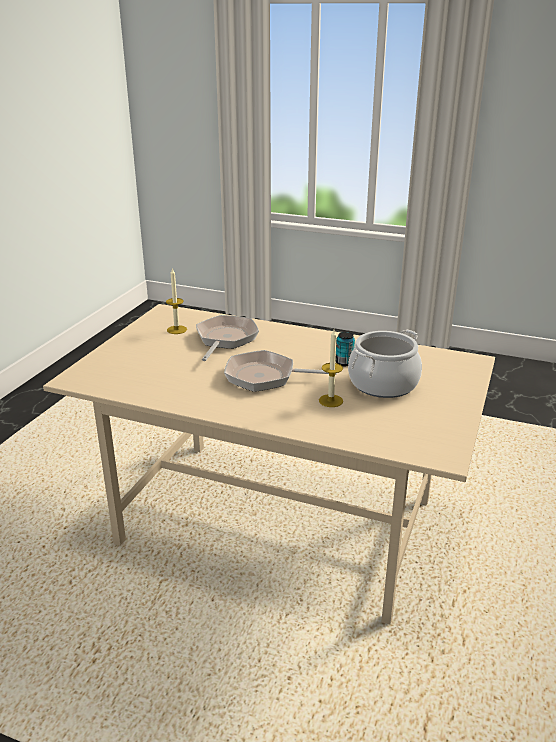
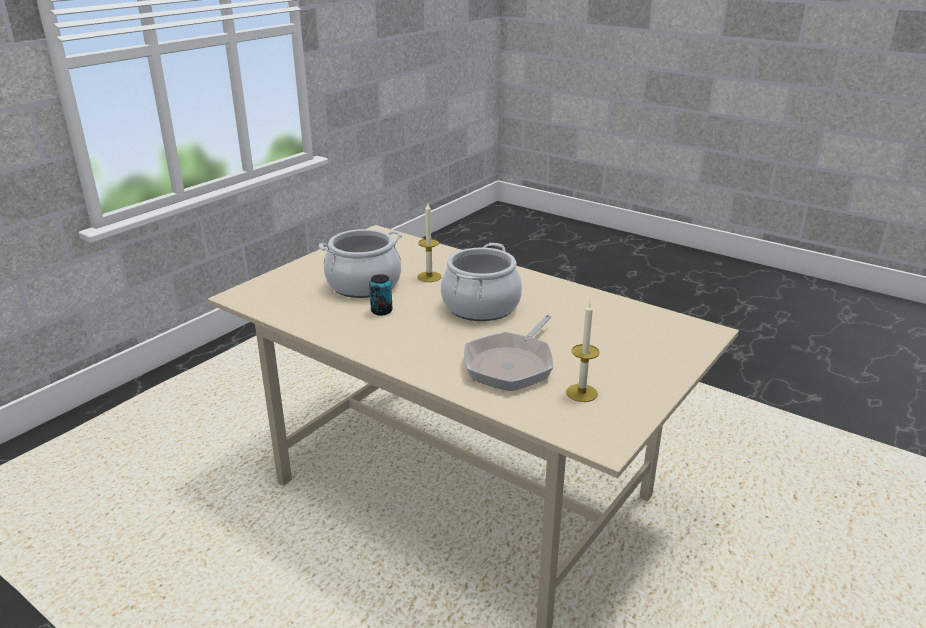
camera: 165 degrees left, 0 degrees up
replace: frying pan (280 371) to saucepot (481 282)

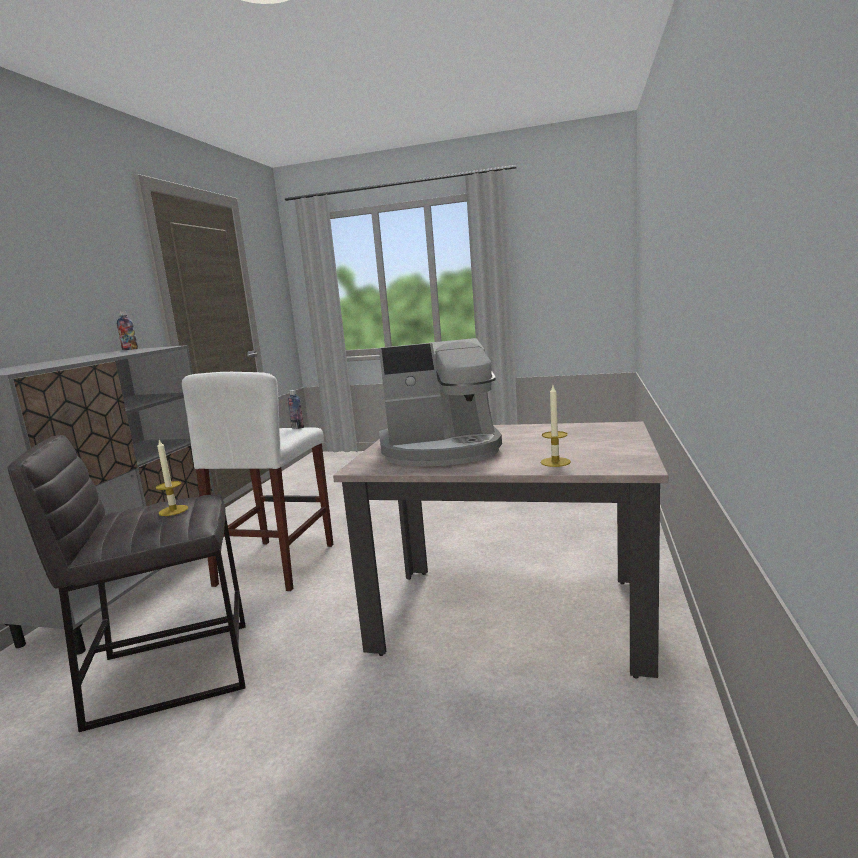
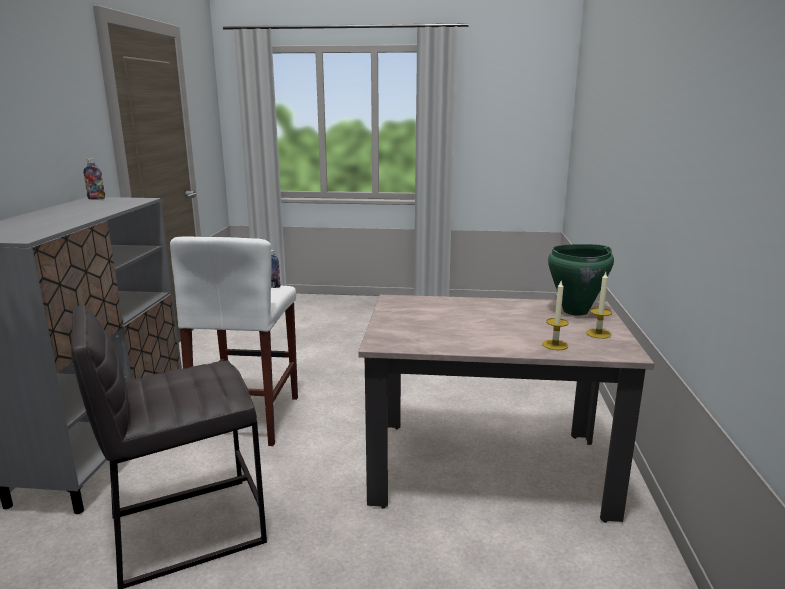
camera: 10 degrees left, 5 degrees up
delete: coffee maker (440 402)
insert: greenish saucepot (581 280)
move: wax light (172 477) to (599 305)

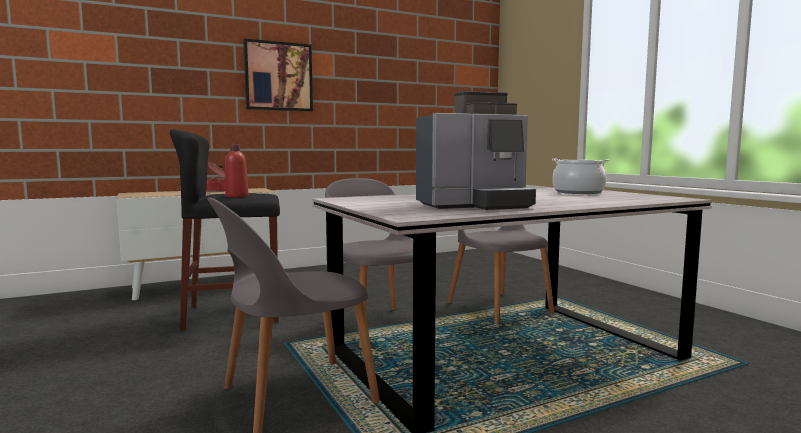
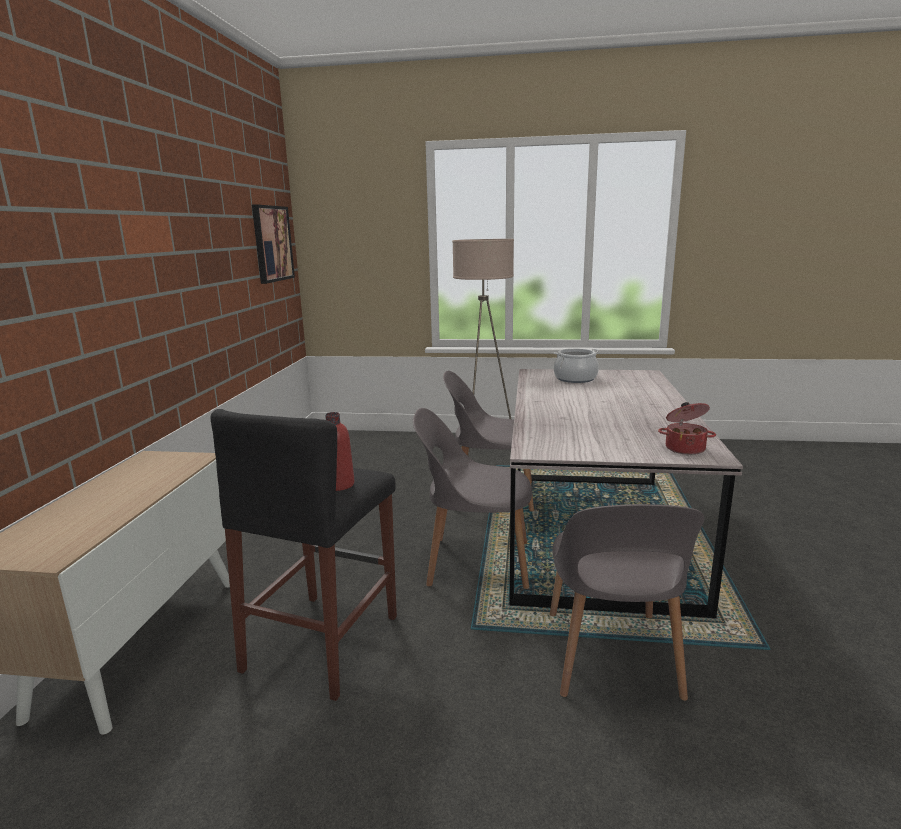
camera: 55 degrees left, 10 degrees up
delete: coffee maker (476 150)
insert: beige-coloured standard lamp (483 348)
move: picture (278 75) to (273 244); saucepot (215 177) to (687 428)

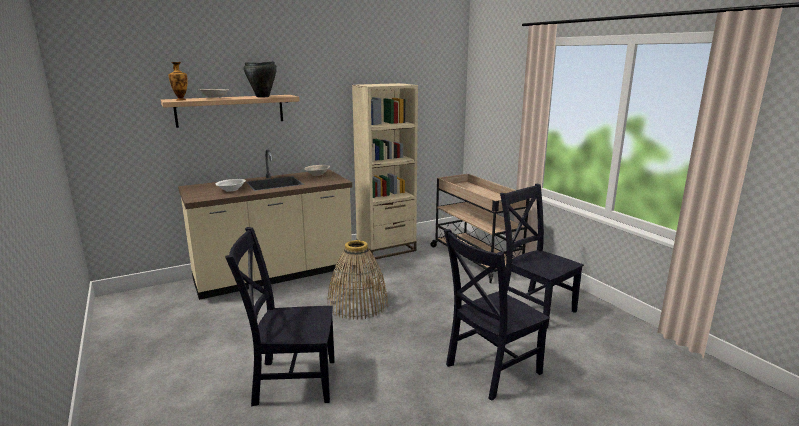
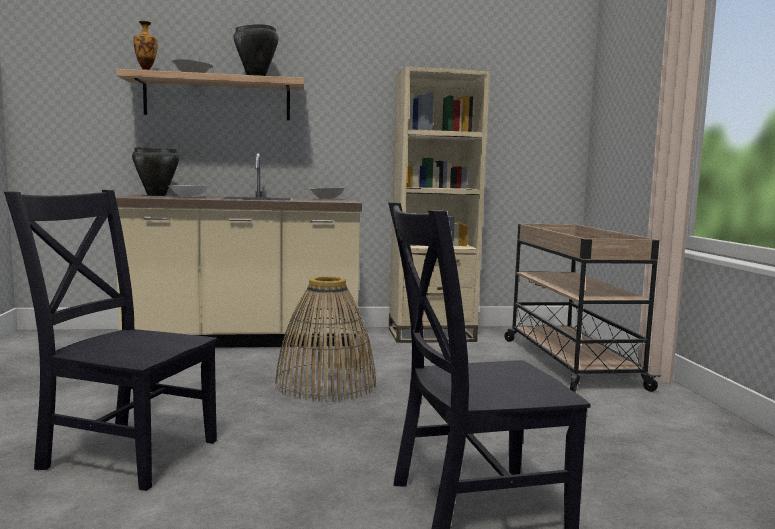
camera: 20 degrees right, 10 degrees down
delete: blackish upright chair (542 255)
insert: blackish saucepot (155 171)

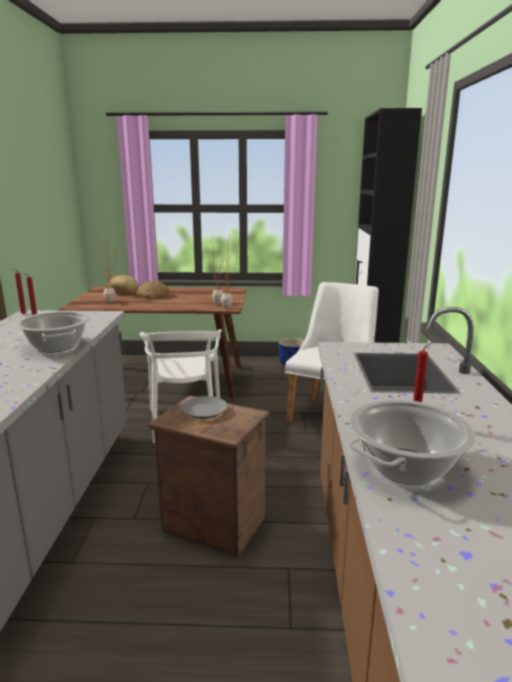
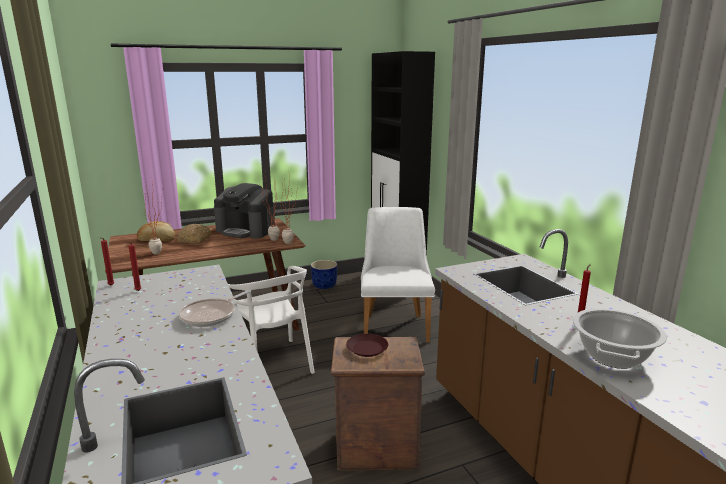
camera: 25 degrees left, 0 degrees up
insert: coffee maker (244 211)
replace: saucepot (52 332) to frying pan (215 308)
recolor: greyish plate (204 407) to brown plate (367 345)

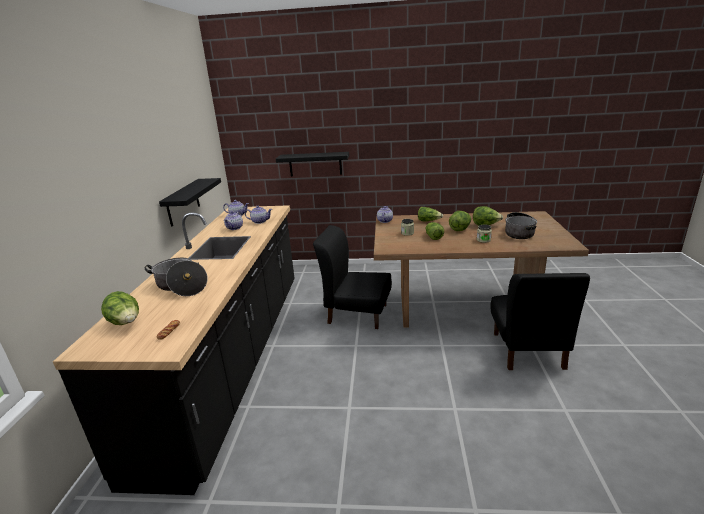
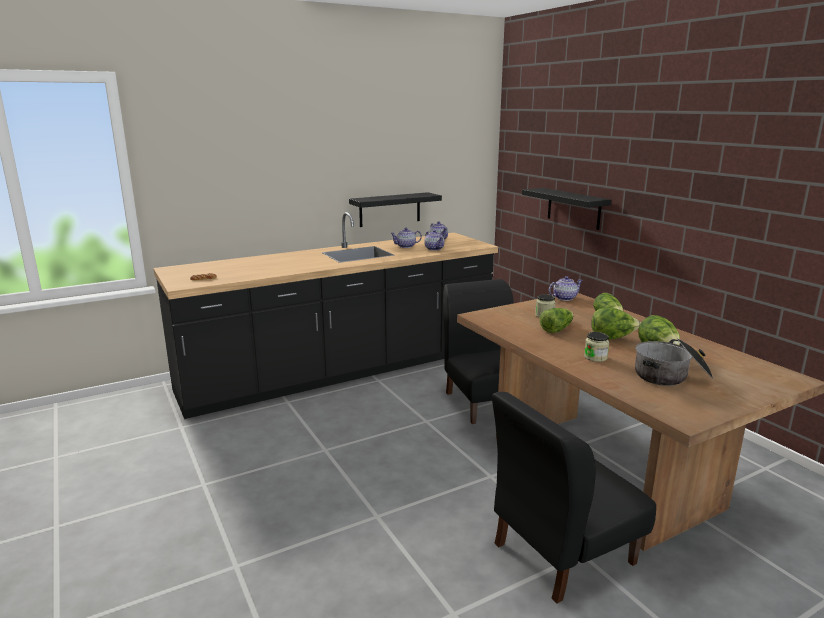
camera: 55 degrees right, 5 degrees down
delete: lettuce (120 308); saucepot (176 277)

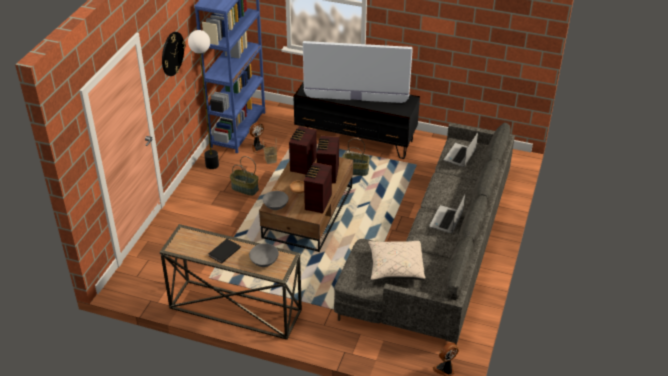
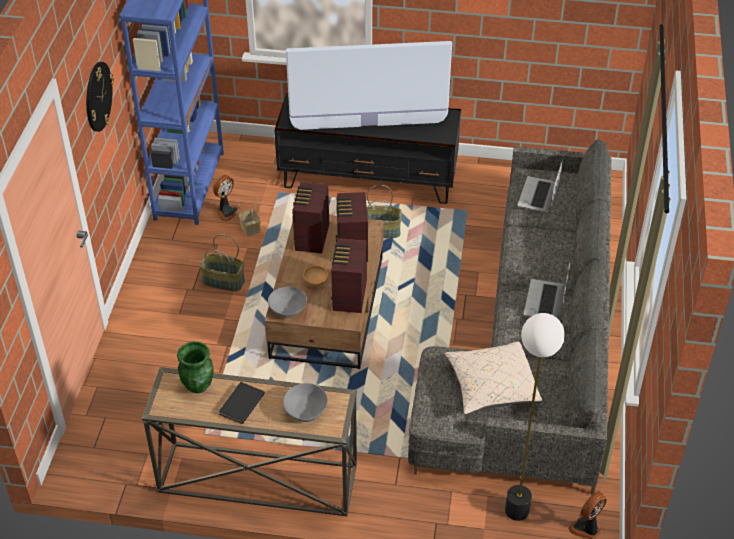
camera: 10 degrees left, 5 degrees up
insert: greenish decorative vase (195 367)
move: standard lamp (203 99) to (535 417)

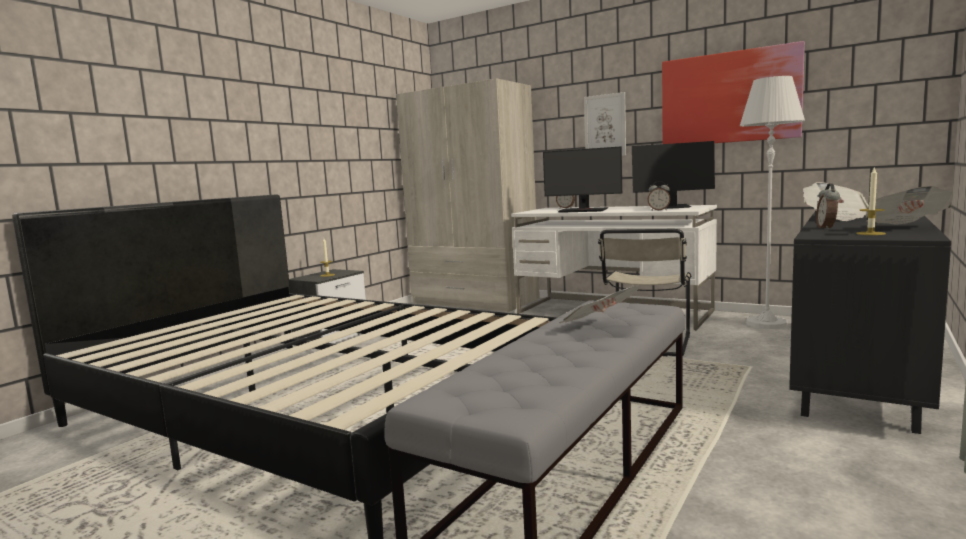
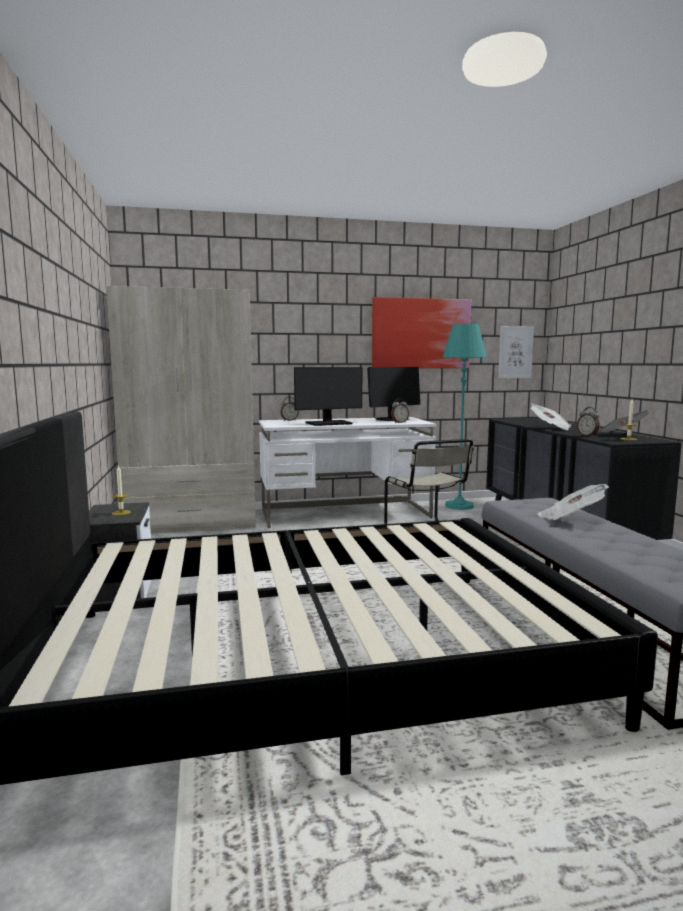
camera: 45 degrees left, 0 degrees up
move: picture (605 124) to (516 352)
recolor: white-coloured standard lamp (772 202) to turquoise standard lamp (464 417)

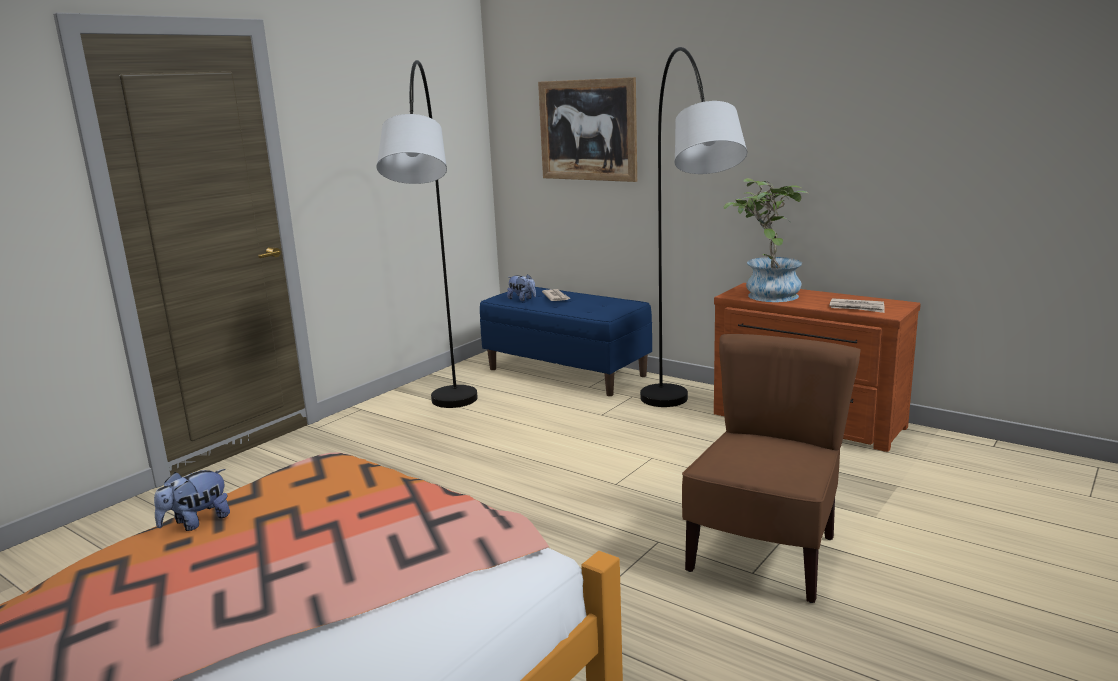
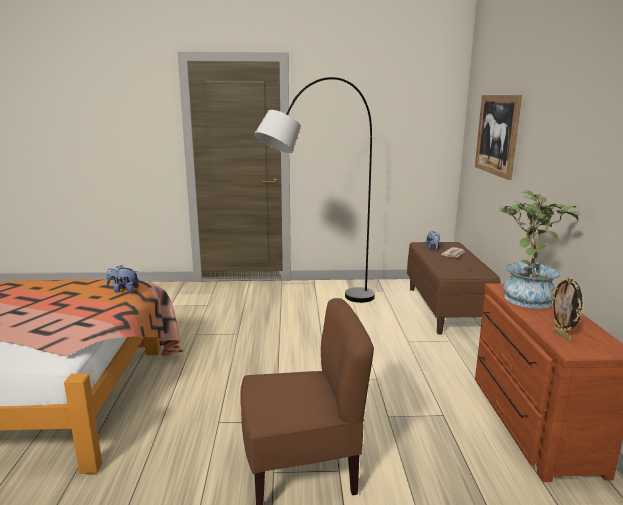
camera: 50 degrees right, 0 degrees up
delete: greyish standard lamp (693 227)
move: soft toy (192 500) to (122 279)
replace: newspaper (856 305) to picture frame (567 308)
recolor: bluish bench (566 341) to brown bench (454 288)

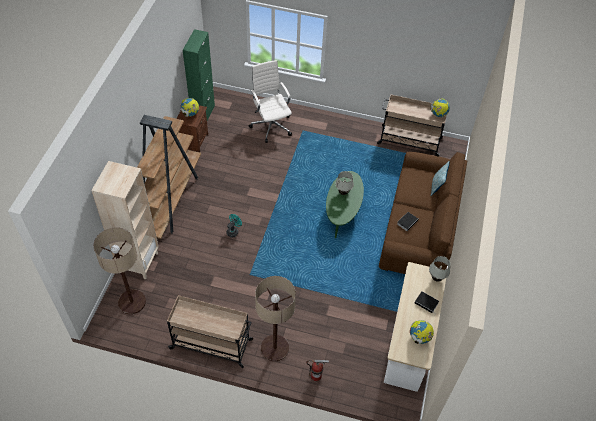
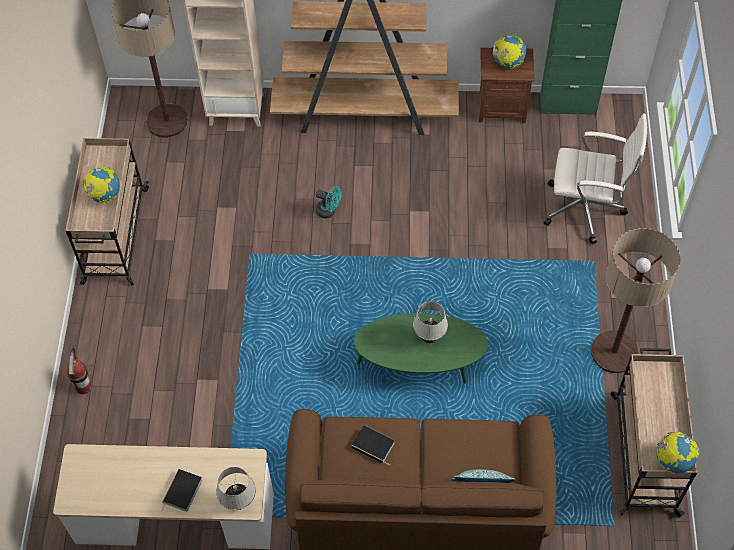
camera: 80 degrees right, 5 degrees up
move: world globe (421 332) to (101 185); standard lamp (275 318) to (635 300)
rotate: white-coloured desk chair (270 101) = (595 179) 45 degrees clockwise

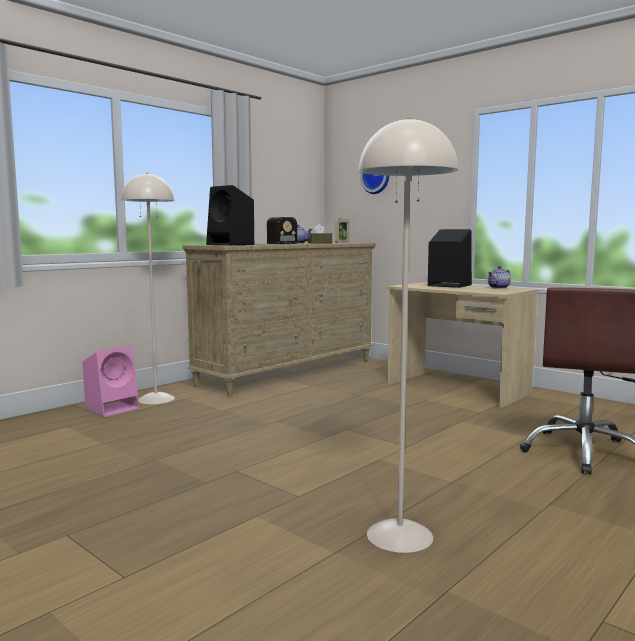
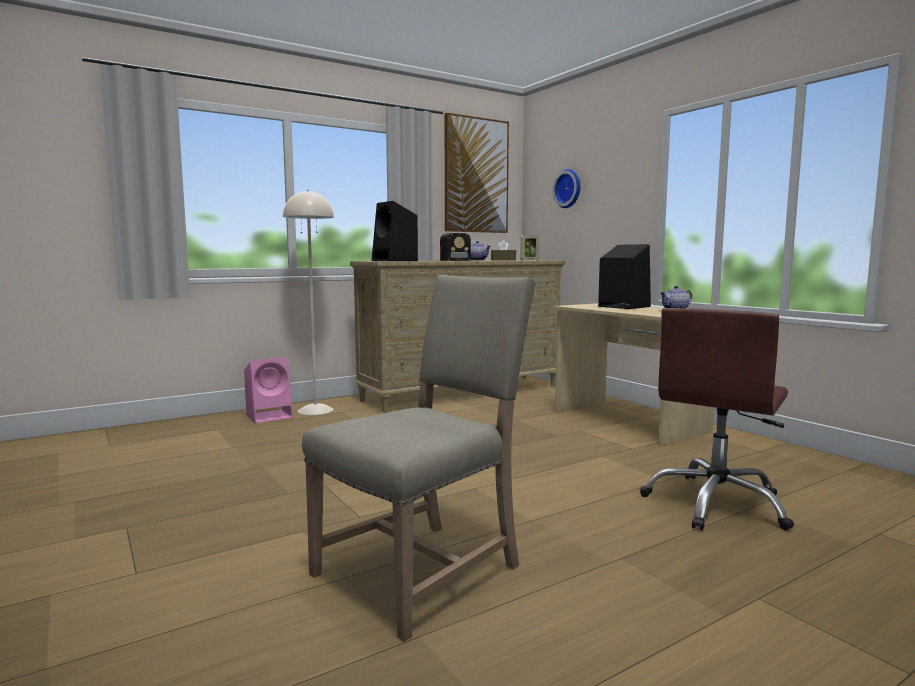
camera: 15 degrees right, 0 degrees up
insert: picture (477 173)
replace: beige-coloured standard lamp (408 335) to beige-coloured upright chair (419 458)

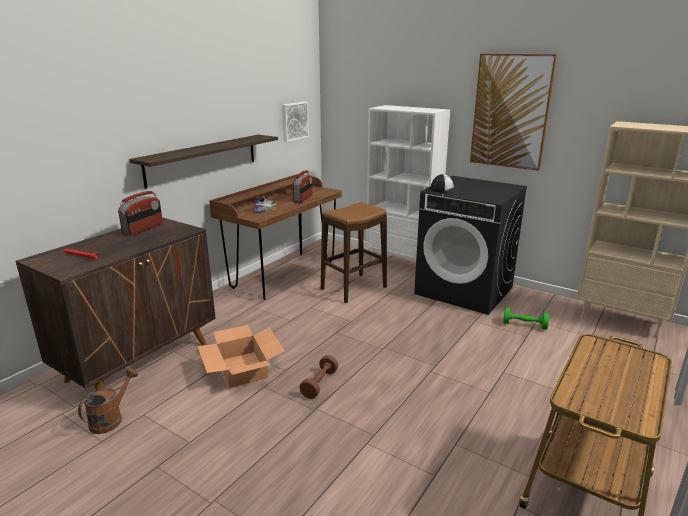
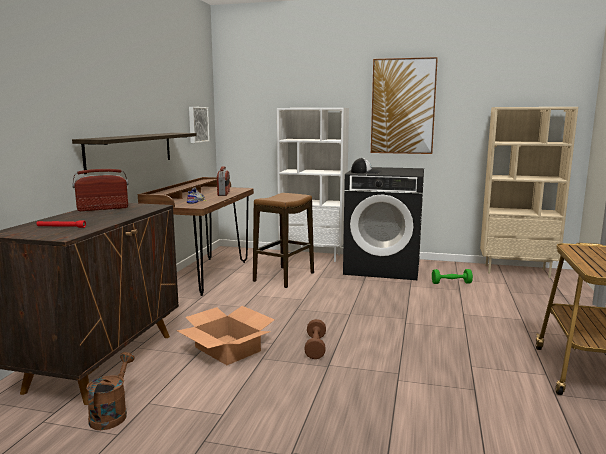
camera: 20 degrees left, 10 degrees down
rotate: radio (140 213) = (100 190) 120 degrees counterclockwise

